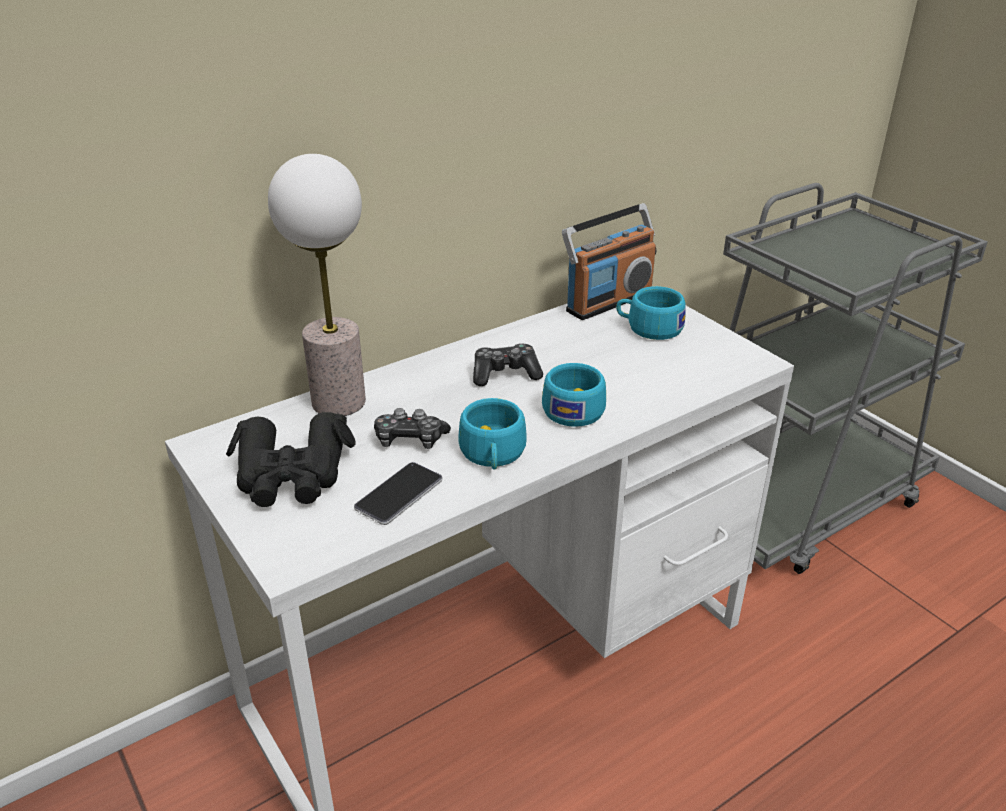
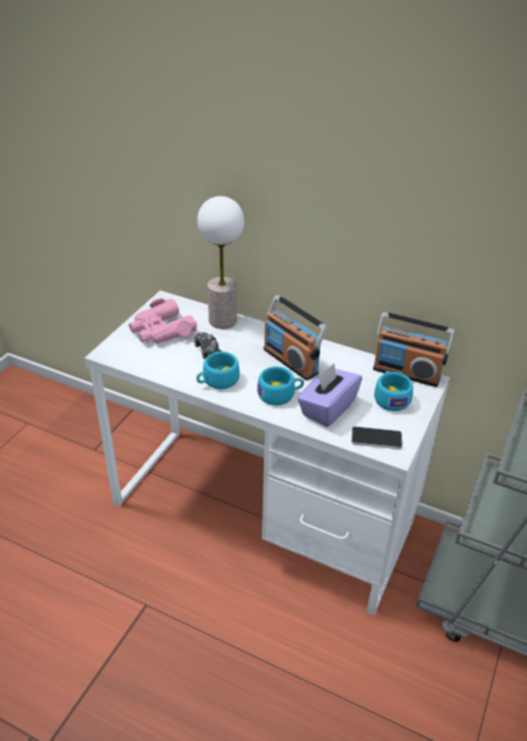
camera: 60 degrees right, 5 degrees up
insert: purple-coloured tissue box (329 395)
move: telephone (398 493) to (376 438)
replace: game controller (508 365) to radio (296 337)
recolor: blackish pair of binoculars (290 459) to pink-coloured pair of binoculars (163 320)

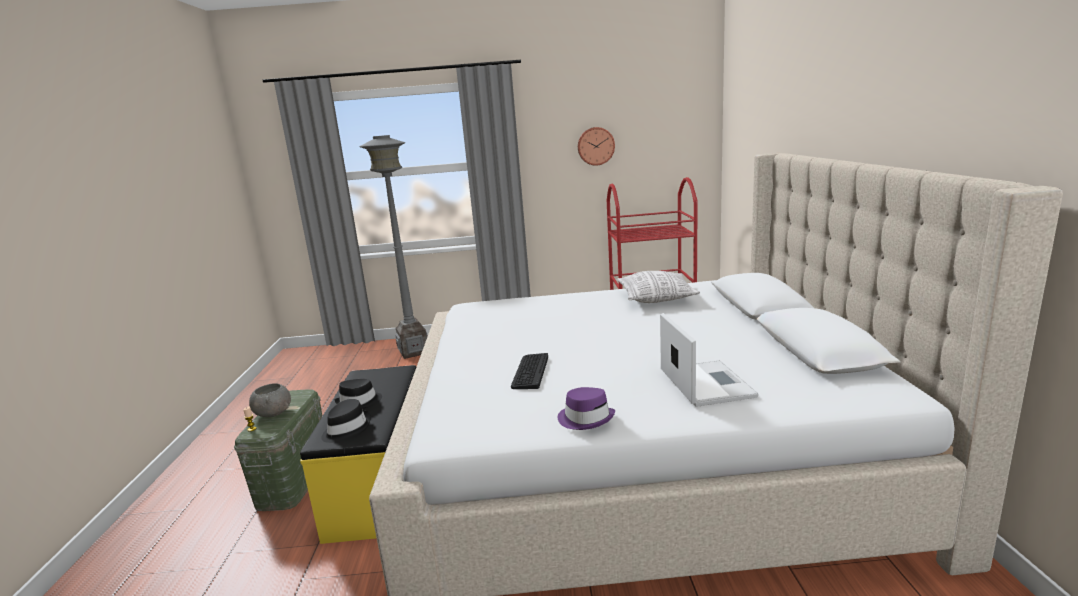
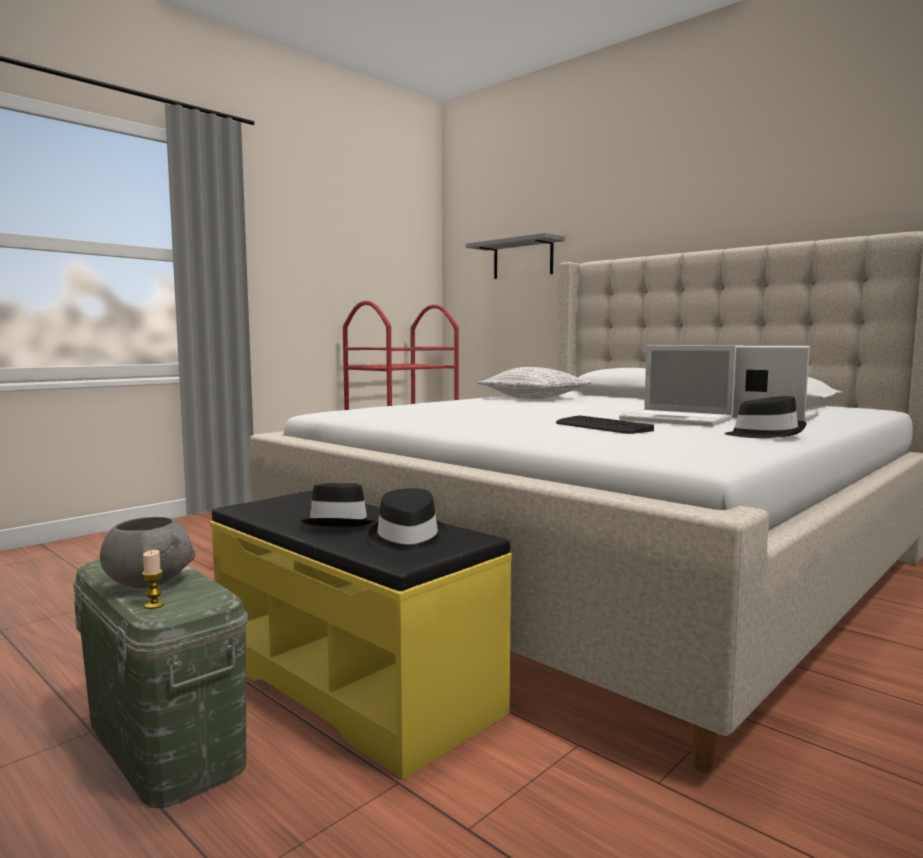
camera: 45 degrees left, 10 degrees down
delete: greyish standard lamp (393 247); clock on the wall (596 146)
insert: greyish wall shelf (515 256); portable computer (677 385)
recolor: purple-coloured wearable hat (586 408) to blackish wearable hat (765 417)

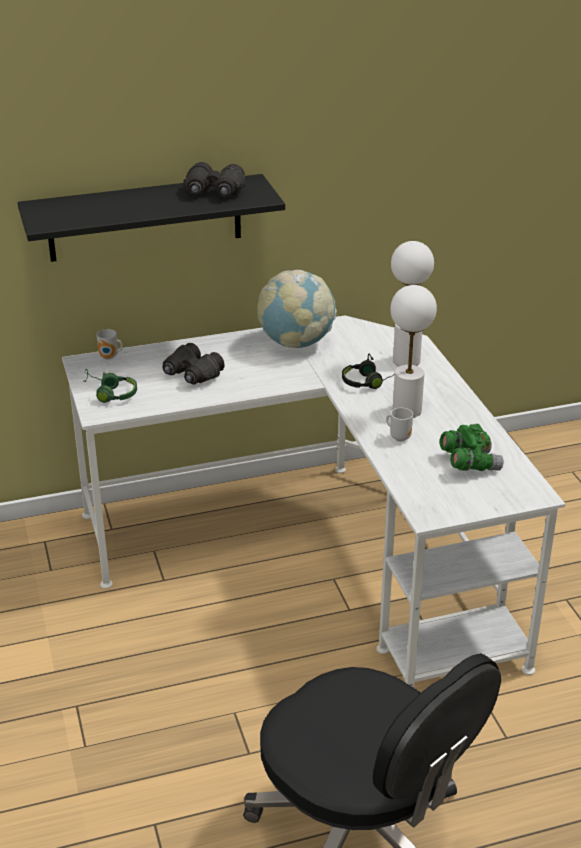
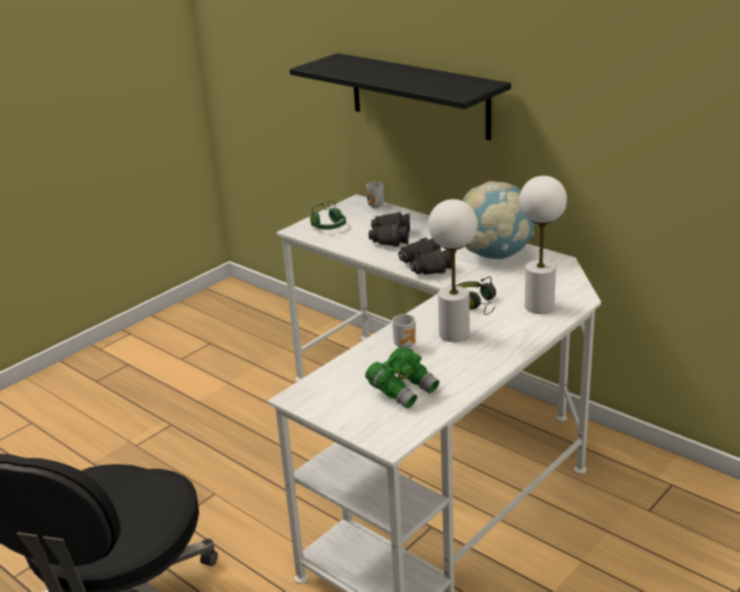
camera: 60 degrees right, 5 degrees down
move: blackish pair of binoculars (214 179) to (425 256)

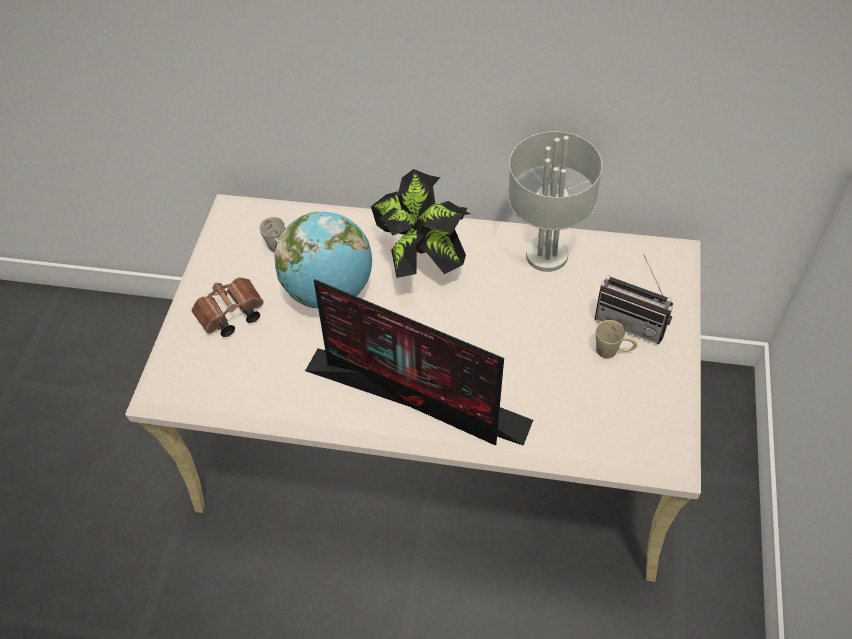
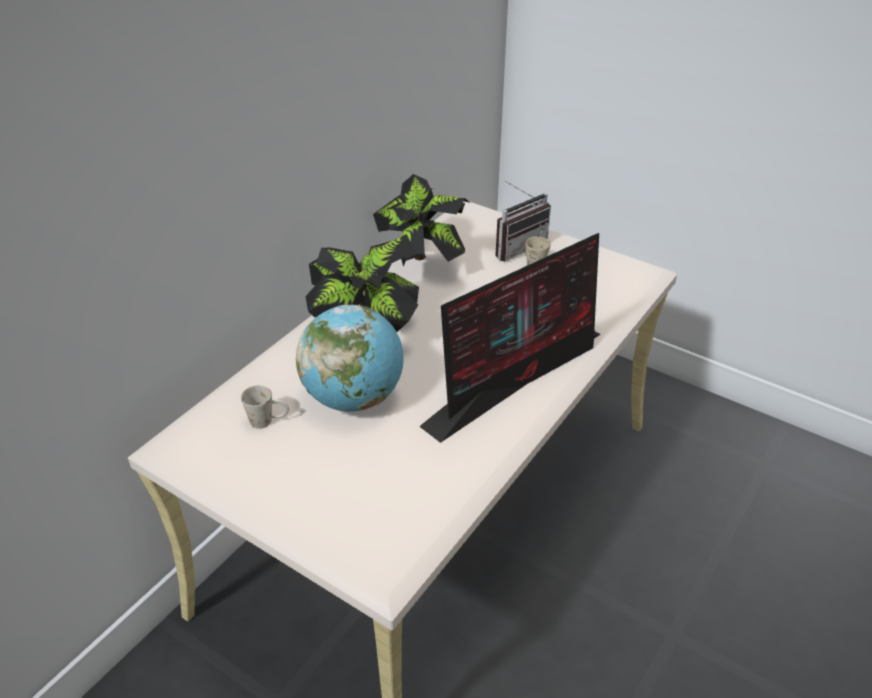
camera: 70 degrees left, 15 degrees down
delete: brown pair of binoculars (227 307)
replace: greyish lamp for a table (555 201) to plant in a pot (421 220)

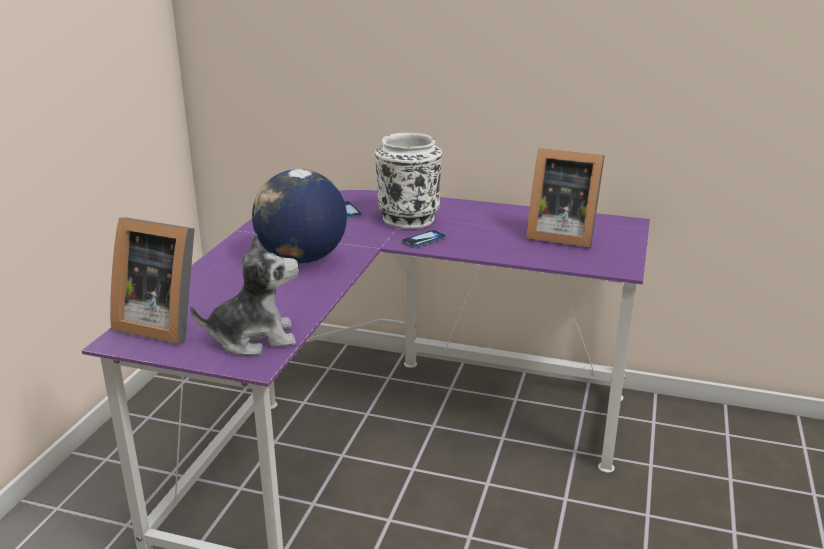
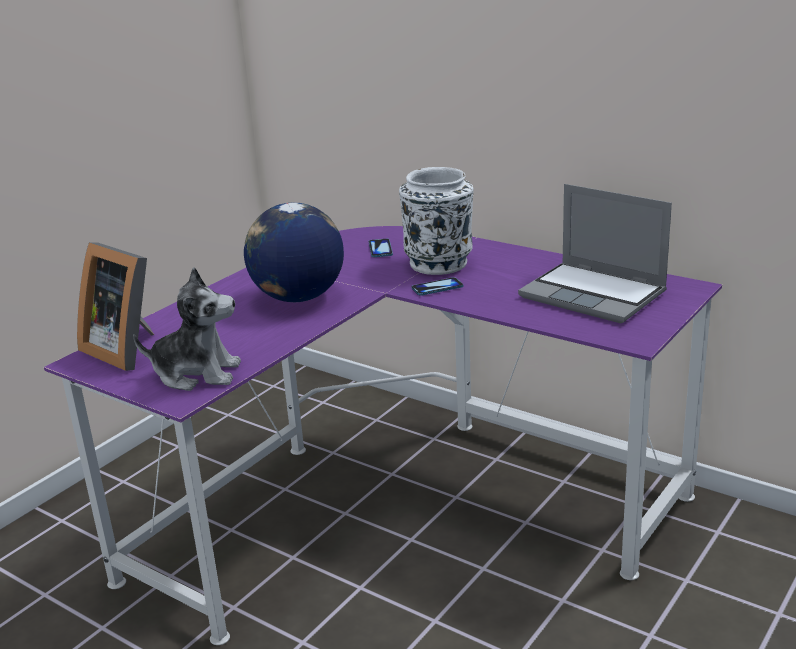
camera: 20 degrees right, 0 degrees up
replace: picture frame (565 197) to portable computer (595 253)

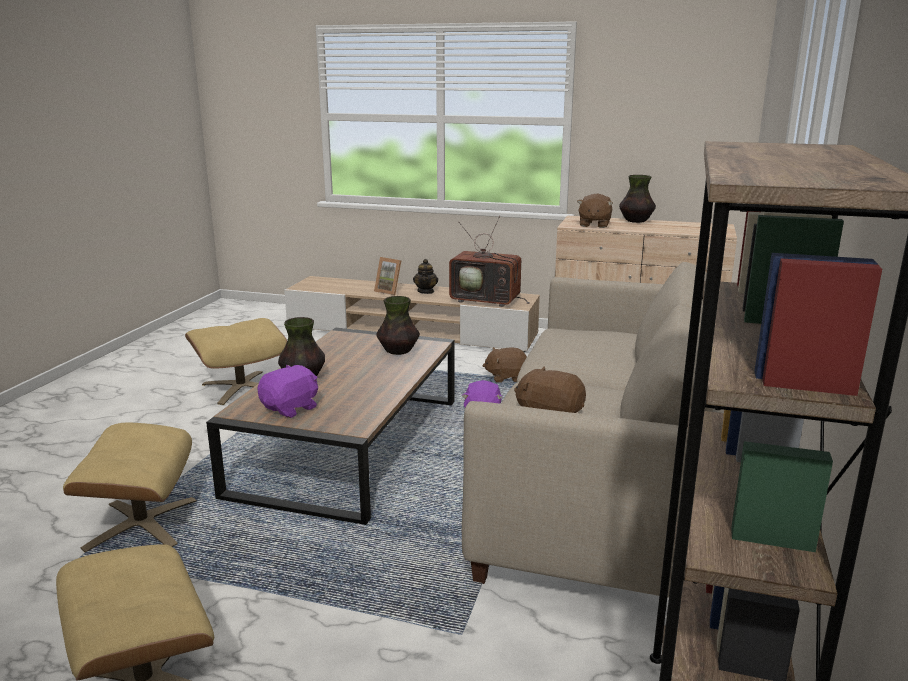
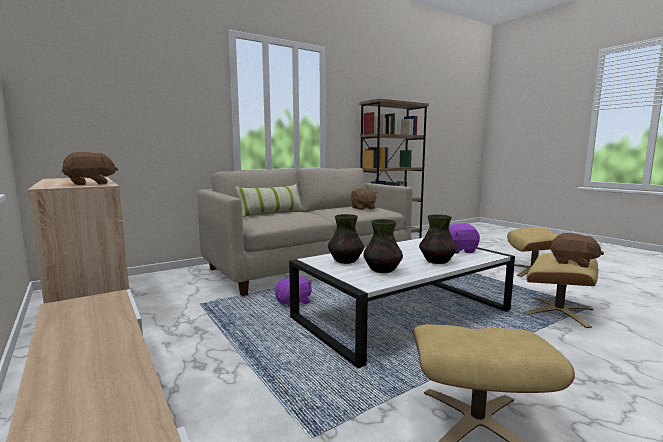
camera: 140 degrees left, 10 degrees down
delete: picture frame (387 276); tea pot (425 276); TV set (489 261)
insert: throw pillow (270 201)
move: decorative vase (637 199) to (383 246); brown soft toy (504 365) to (577 250)
recolor: brown low table (330 426) to white-coloured low table (402 303)

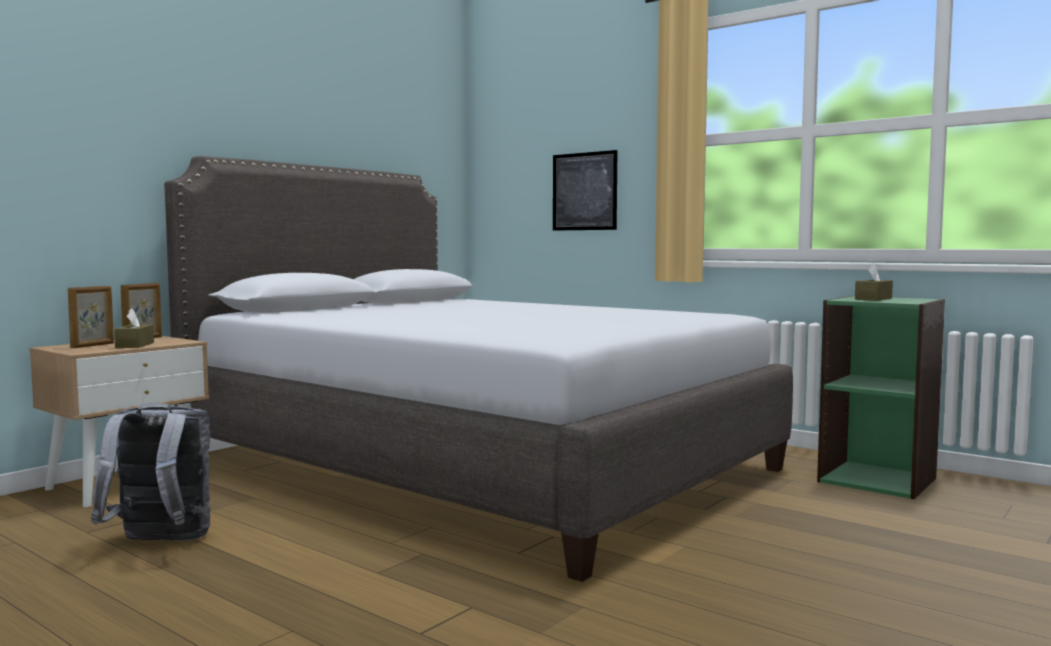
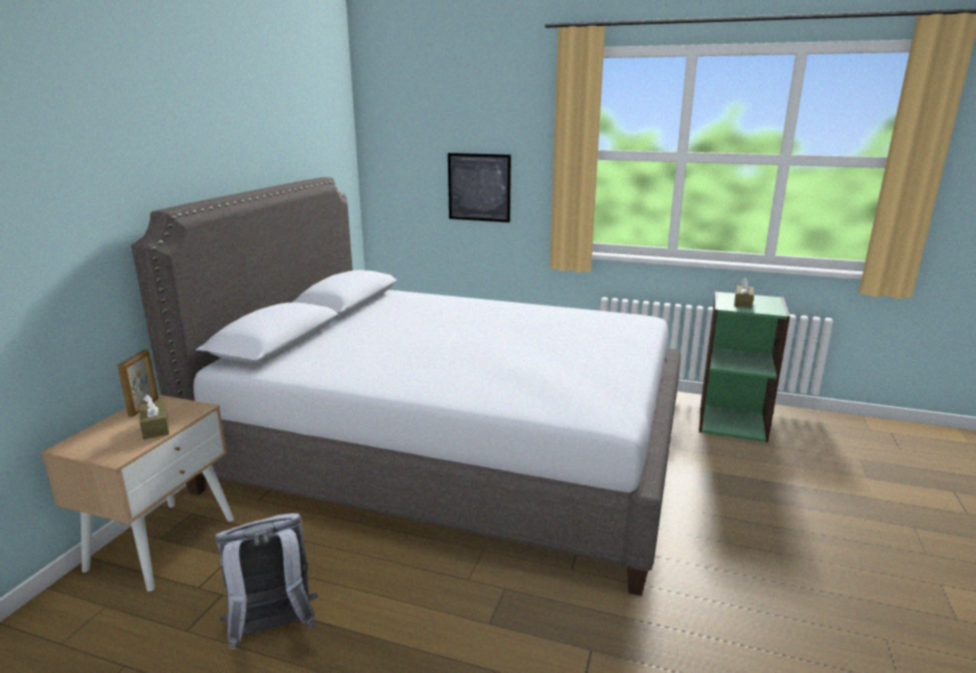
camera: 20 degrees left, 15 degrees up
delete: picture frame (91 317)

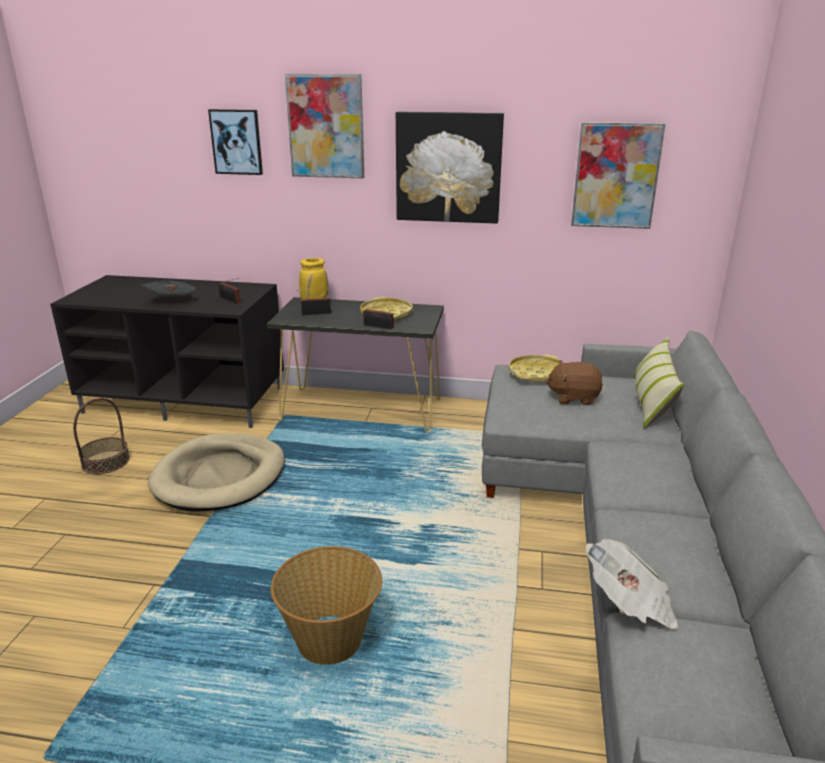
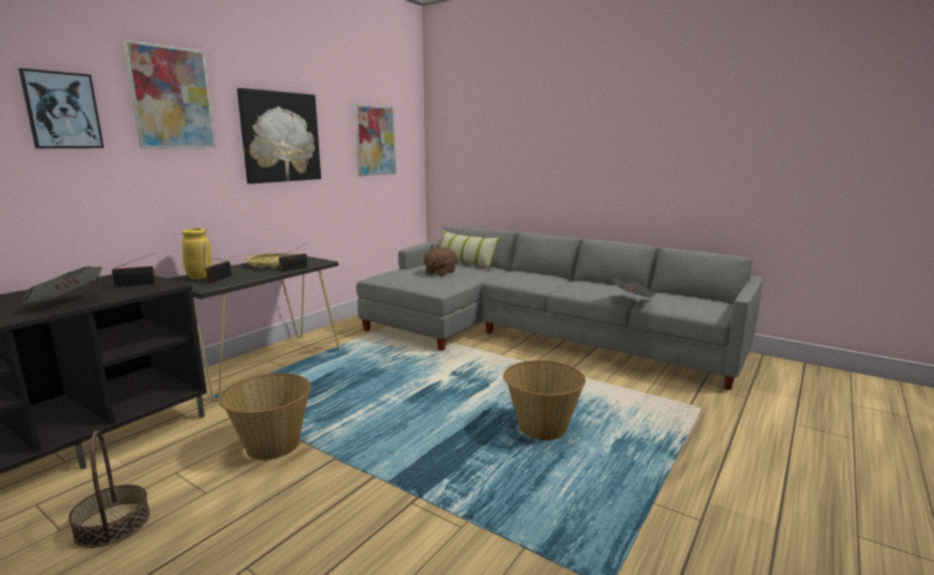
camera: 65 degrees left, 10 degrees down
delete: yellowish tray (534 368)
replace: beige-coloured dog cushion (216 472) to storage basket (264 416)

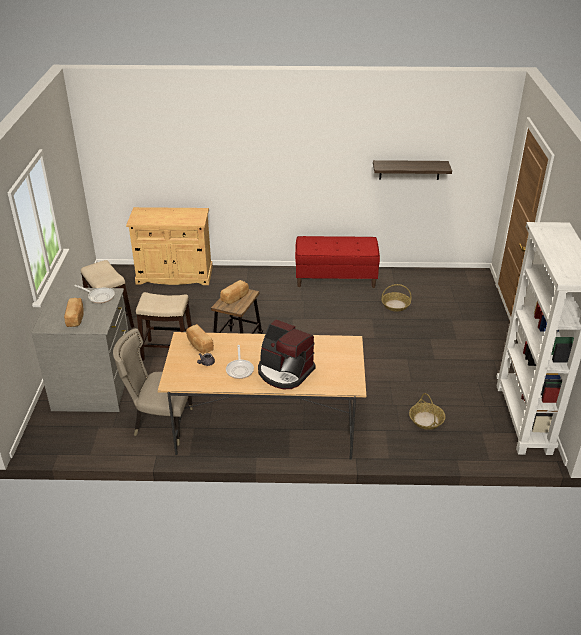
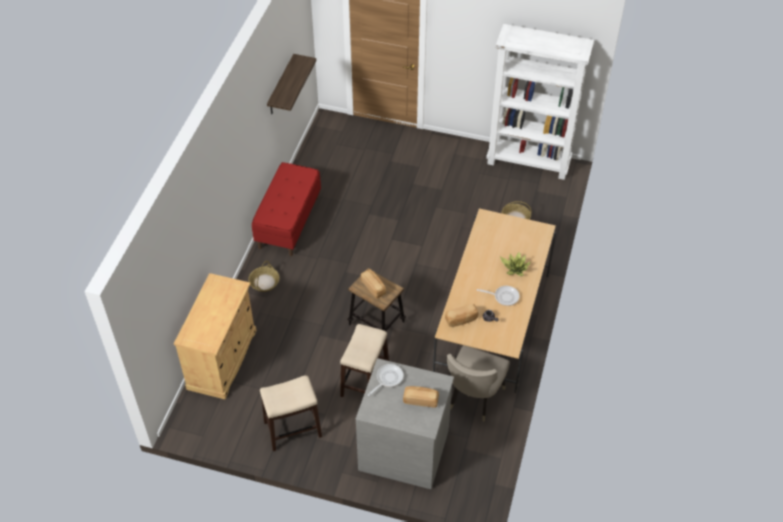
camera: 75 degrees left, 15 degrees up
move: storage basket (396 298) to (264 276)
replace: coffee maker (286 354) to plant in a pot (515 264)

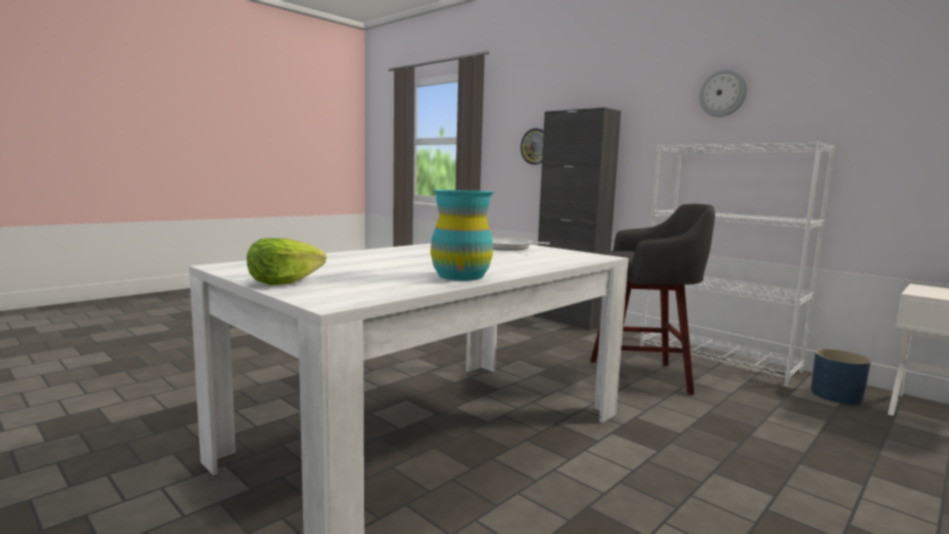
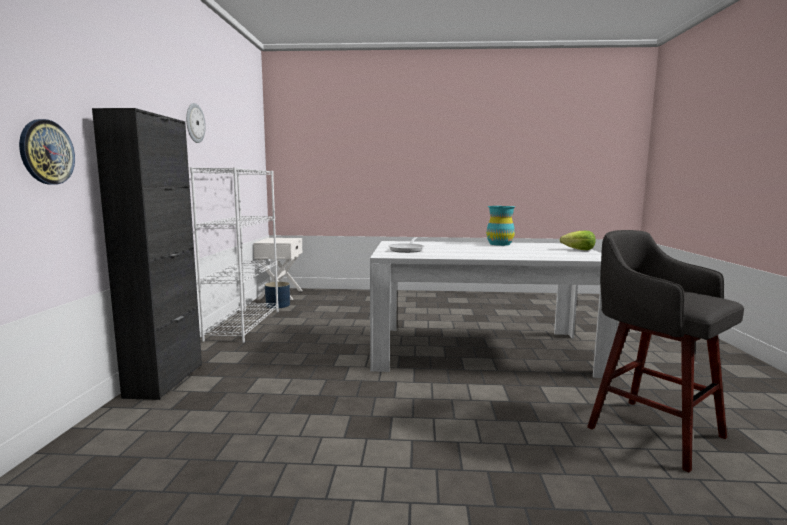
camera: 130 degrees left, 0 degrees up
move: greyish sitting stool (652 299) to (665 351)

